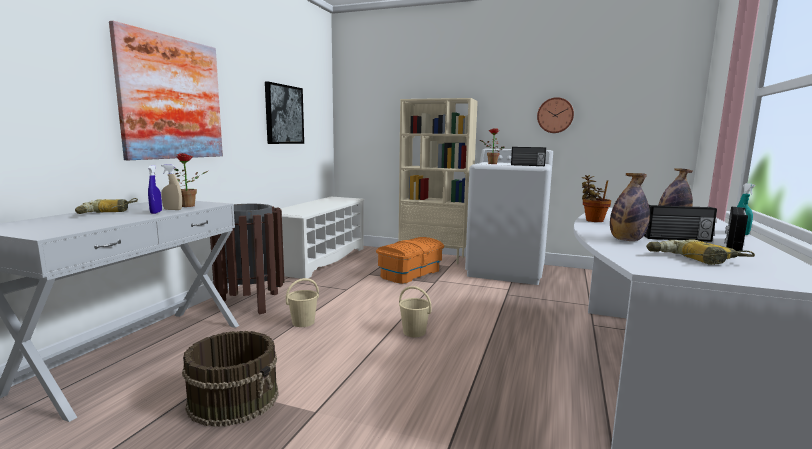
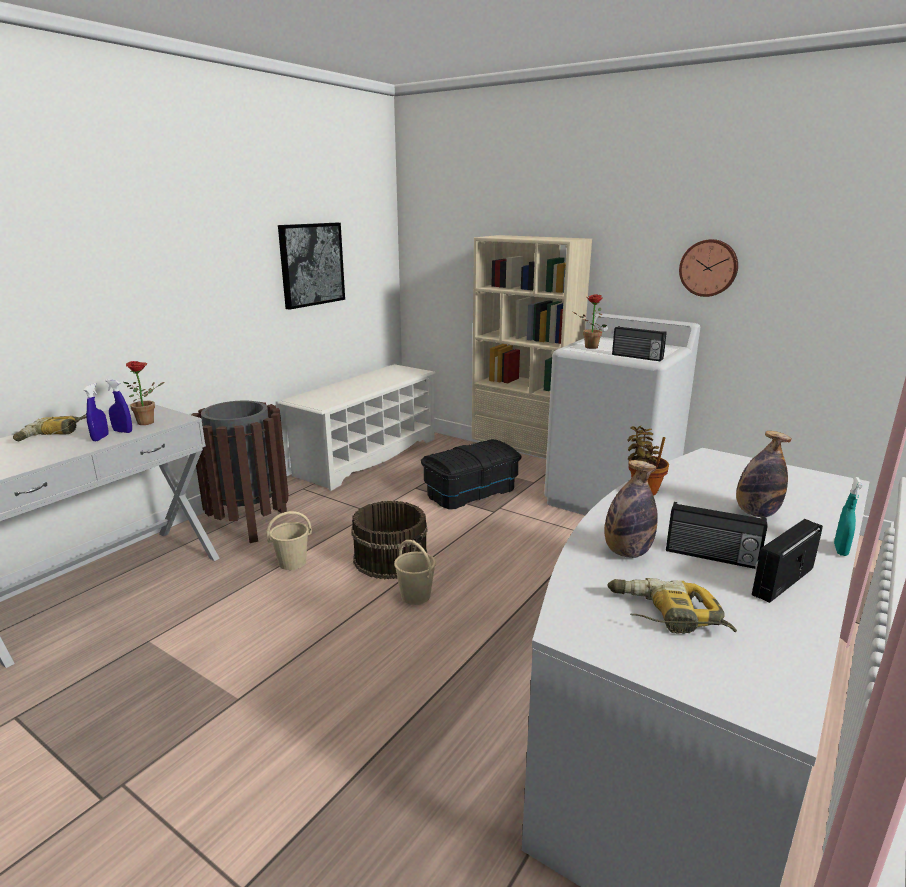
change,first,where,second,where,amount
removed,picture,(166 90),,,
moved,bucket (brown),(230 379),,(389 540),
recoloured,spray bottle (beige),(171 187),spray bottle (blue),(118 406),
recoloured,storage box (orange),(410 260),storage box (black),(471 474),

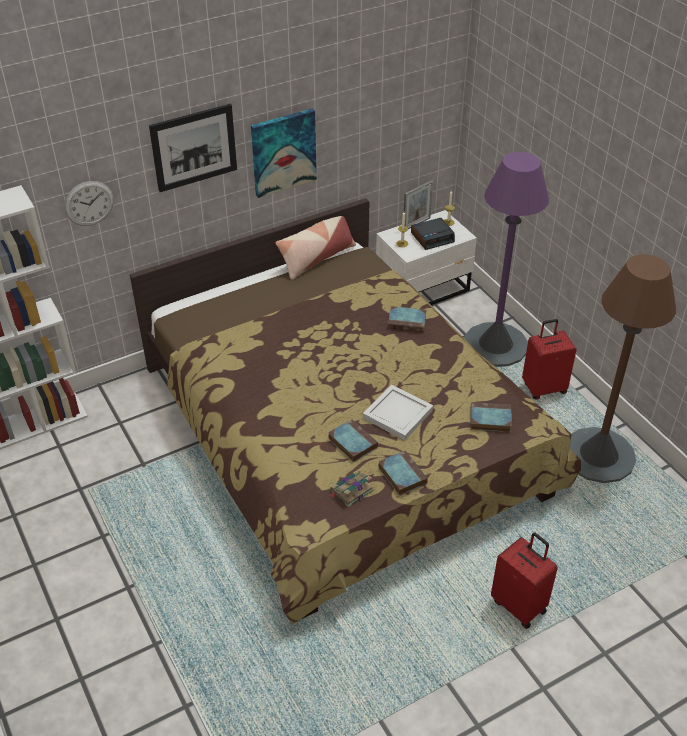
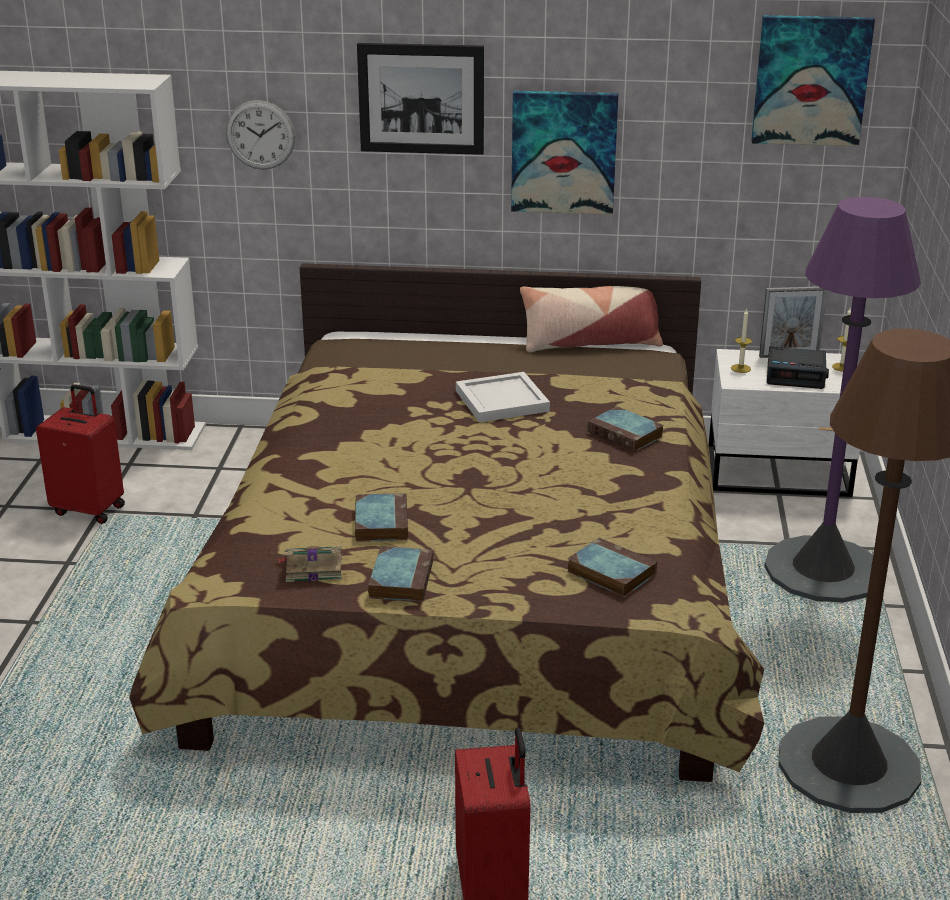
change,first,where,second,where,amount
added,,,picture,(813 80),
moved,tray (white),(398 412),,(503 397),
moved,suitcase (red),(549 359),,(80 454),

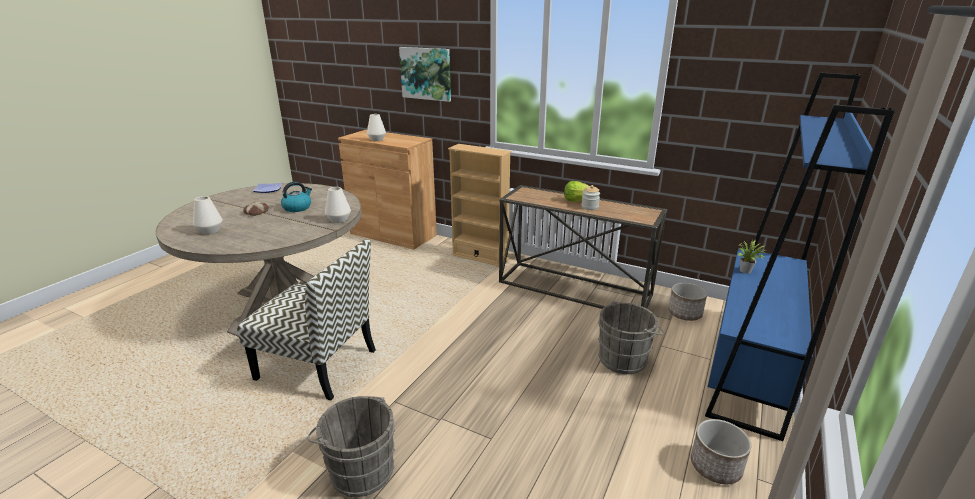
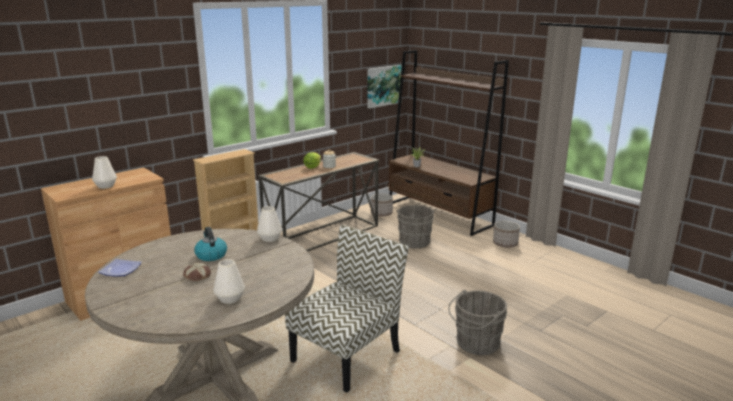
change,first,where,second,where,amount
moved,picture,(425 74),,(385 86),
recoloured,bookcase (blue),(800 256),bookcase (brown),(449 143),

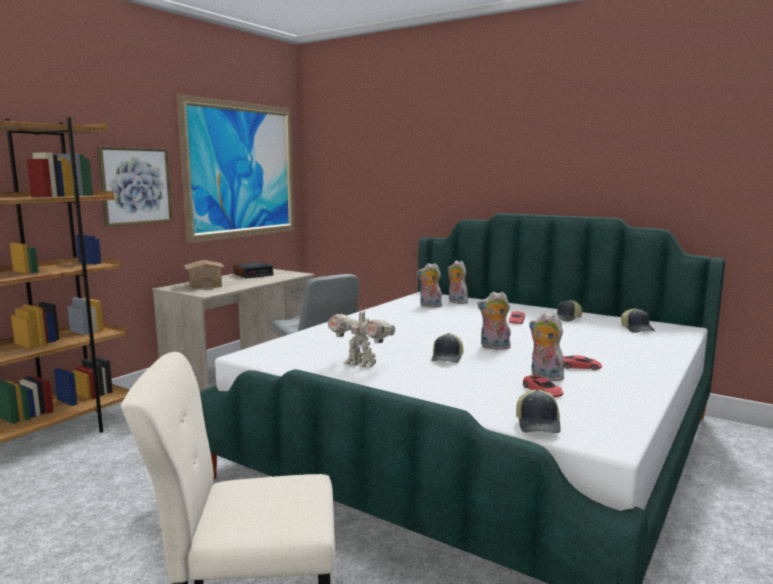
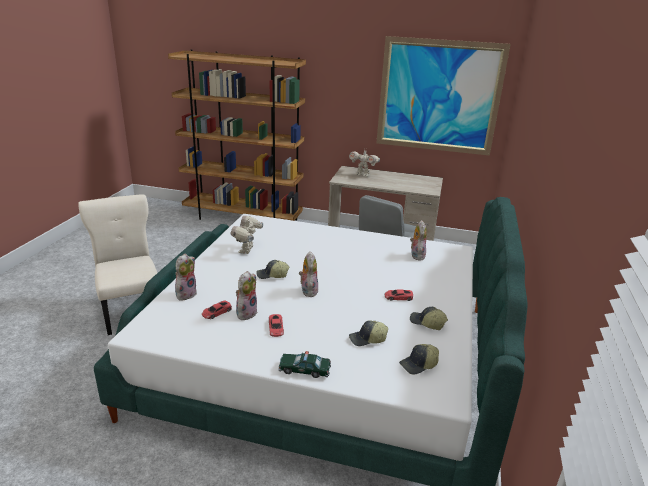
change,first,where,second,where,amount
removed,picture,(135 187),,,
removed,alarm clock,(253 270),,,
added,,,toy car,(304 364),
moved,plush toy,(457 282),,(186 277),
moved,cap,(538 411),,(368 333),
replaced,toy house,(204 275),toy robot,(364 164),

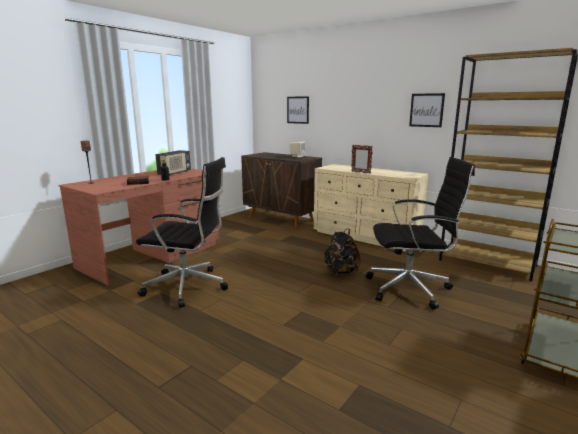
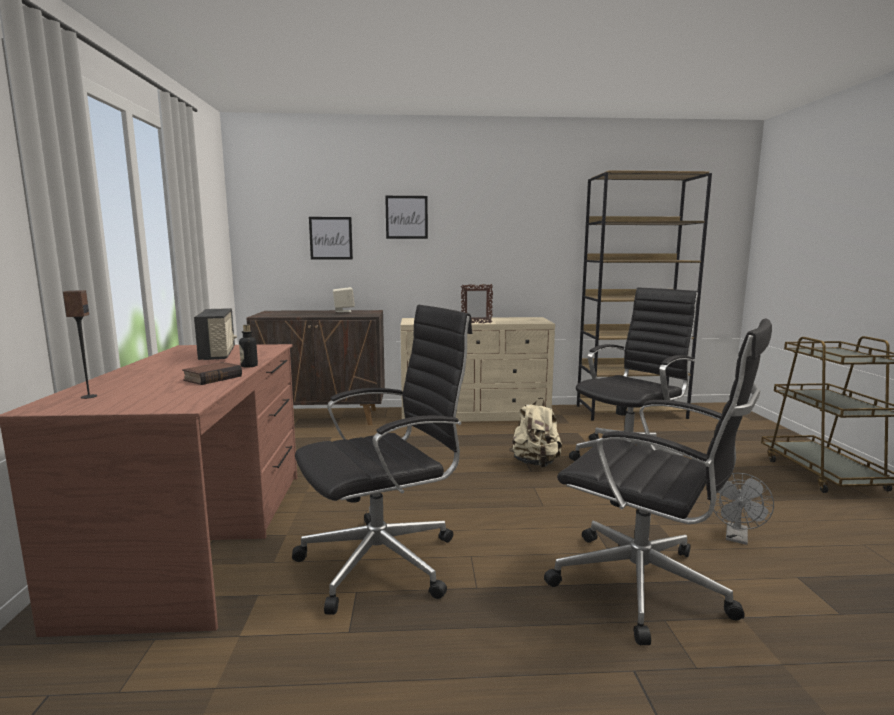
change,first,where,second,where,amount
added,,,office chair (black),(658 482),
added,,,fan (grey),(742 509),
moved,picture,(427 110),,(406 217),
recoloured,backpack (black),(342 252),backpack (beige),(535 432),

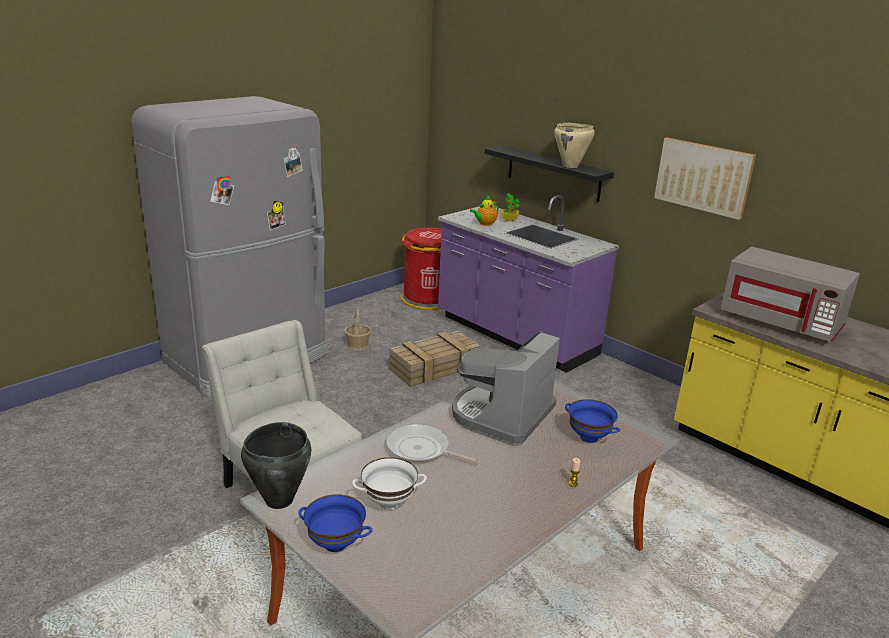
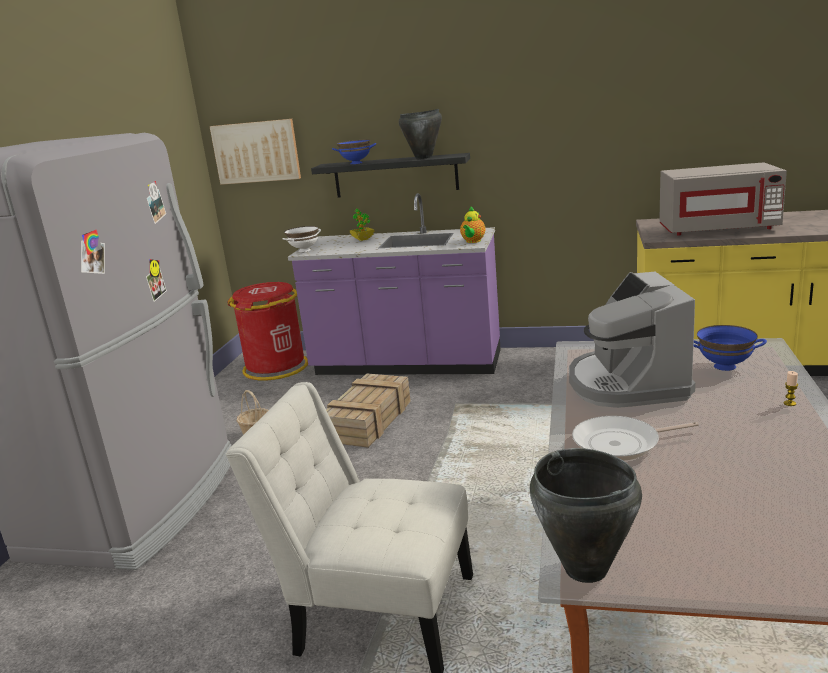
change,first,where,second,where,amount
moved,bowl (blue),(335 523),,(354 151),
moved,bowl (white),(389 483),,(302 239),
moved,teapot,(484 211),,(472 224),
moved,picture,(705 178),,(255 152),
recoloured,cooking pot (beige),(574 145),cooking pot (black),(420 134),

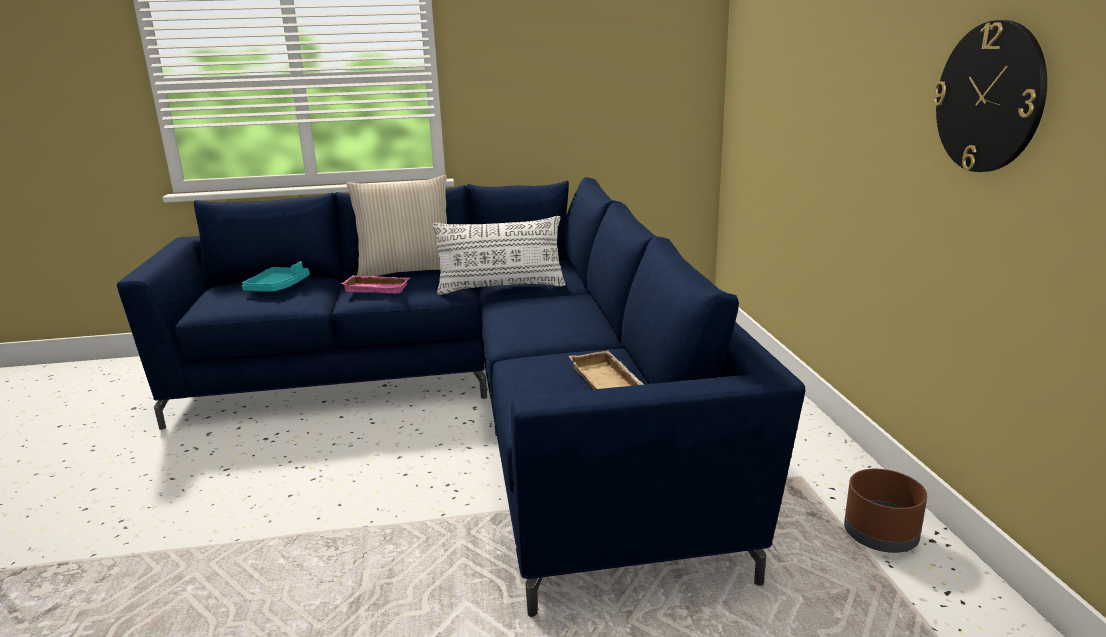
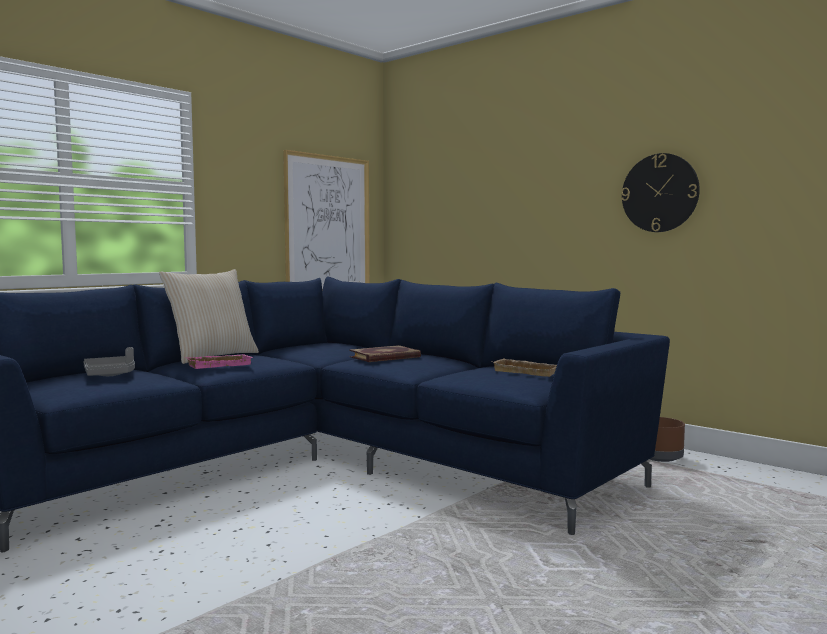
change,first,where,second,where,amount
removed,pillow (white),(499 255),,,
added,,,picture,(326 220),
added,,,book,(385 353),
recoloured,tray (turquoise),(276 276),tray (grey),(109 361),

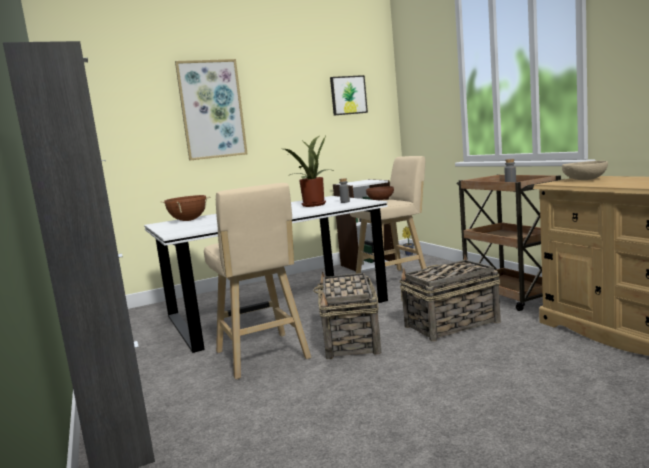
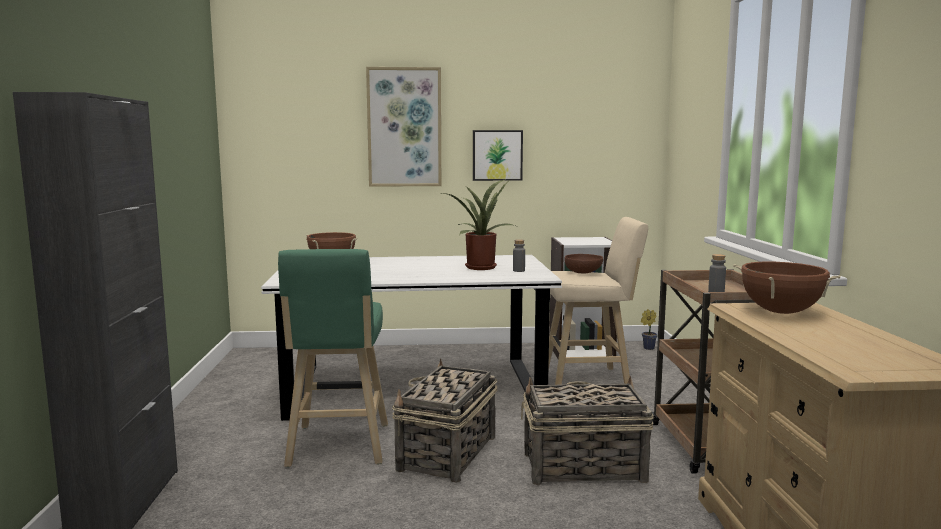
change,first,where,second,where,amount
moved,picture,(349 95),,(498 155),
replaced,bowl (beige),(585 170),cooking pot (brown),(787 288),
recoloured,stool (beige),(257 281),stool (green),(333 358),

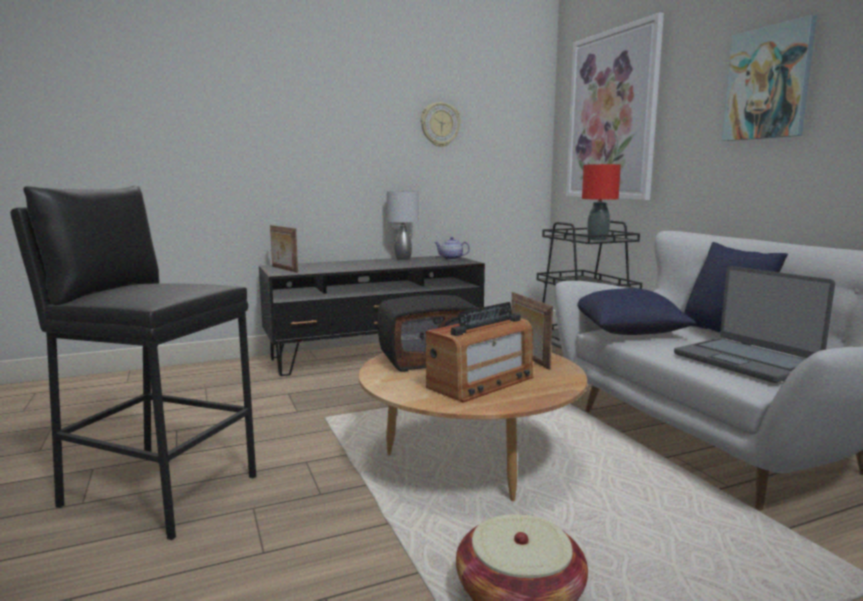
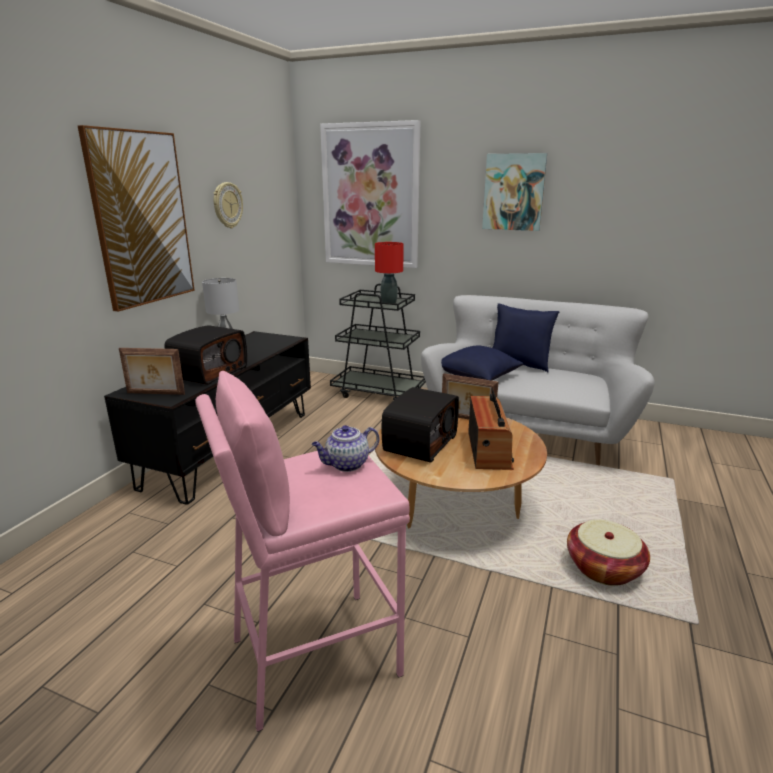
change,first,where,second,where,amount
removed,laptop,(754 324),,,
added,,,picture,(136 218),
added,,,radio,(206 355),
moved,teapot,(452 248),,(346 448),
recoloured,stool (black),(133 362),stool (pink),(302 551),

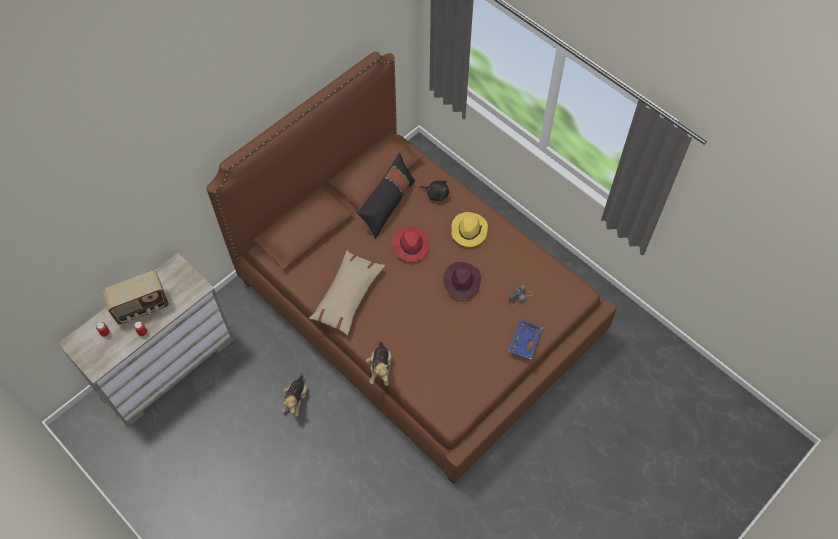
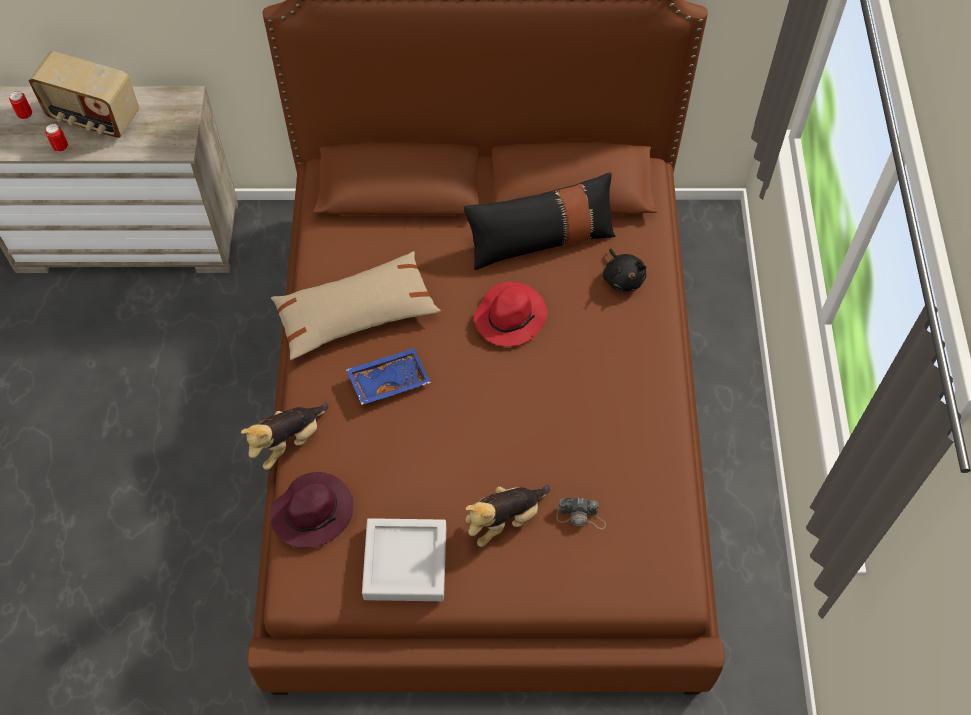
change,first,where,second,where,amount
removed,hat (yellow),(469 229),,,
added,,,tray (grey),(404 559),
moved,plush toy,(294 395),,(507 516),
moved,hat (purple),(462 280),,(312 510),
moved,tray (blue),(525 339),,(388 376),

